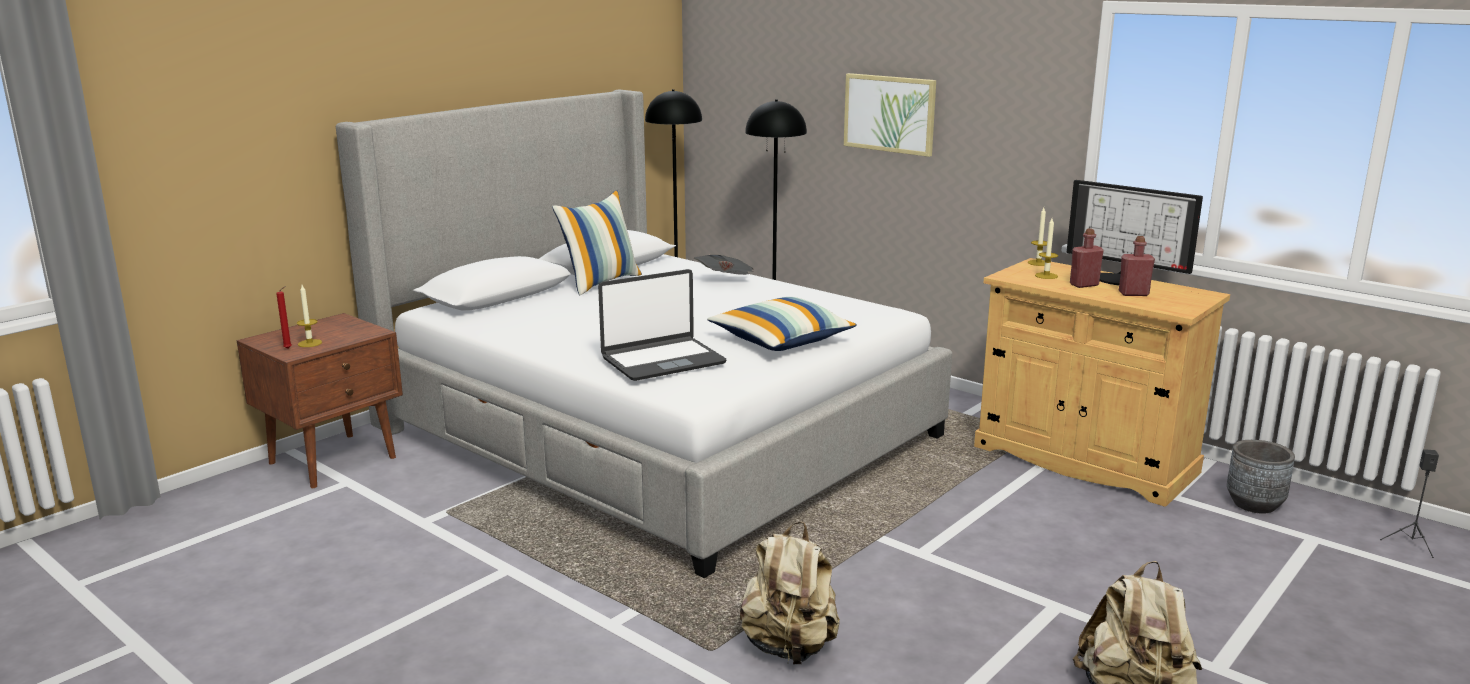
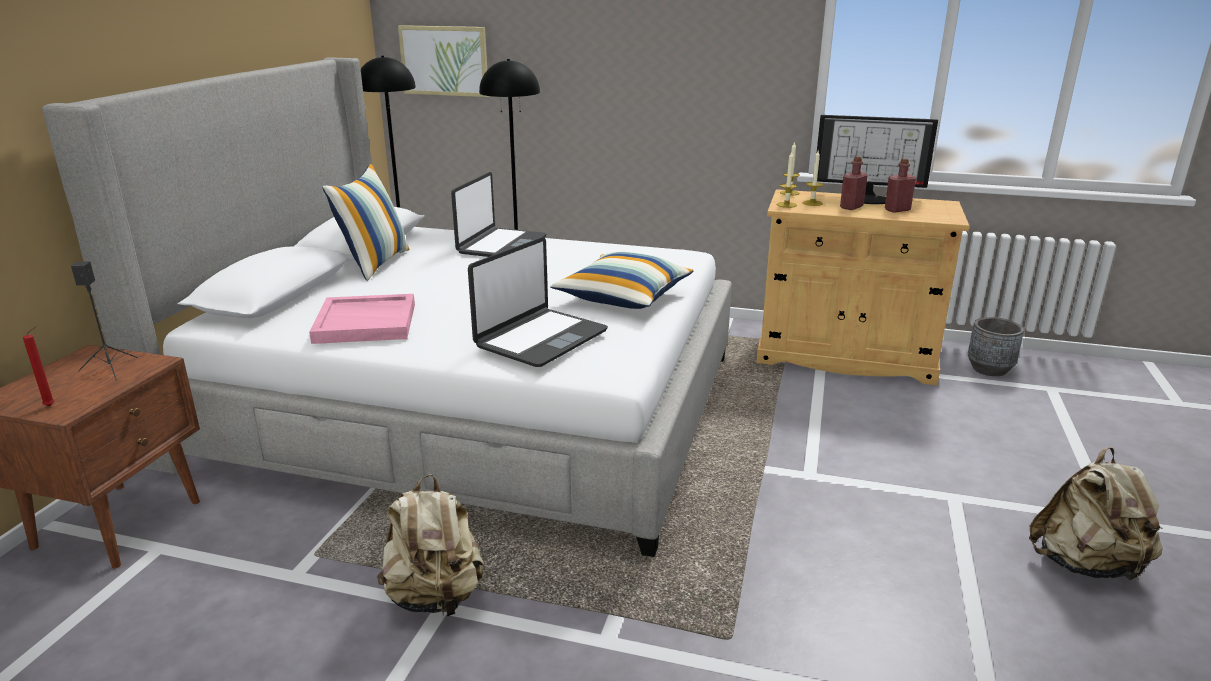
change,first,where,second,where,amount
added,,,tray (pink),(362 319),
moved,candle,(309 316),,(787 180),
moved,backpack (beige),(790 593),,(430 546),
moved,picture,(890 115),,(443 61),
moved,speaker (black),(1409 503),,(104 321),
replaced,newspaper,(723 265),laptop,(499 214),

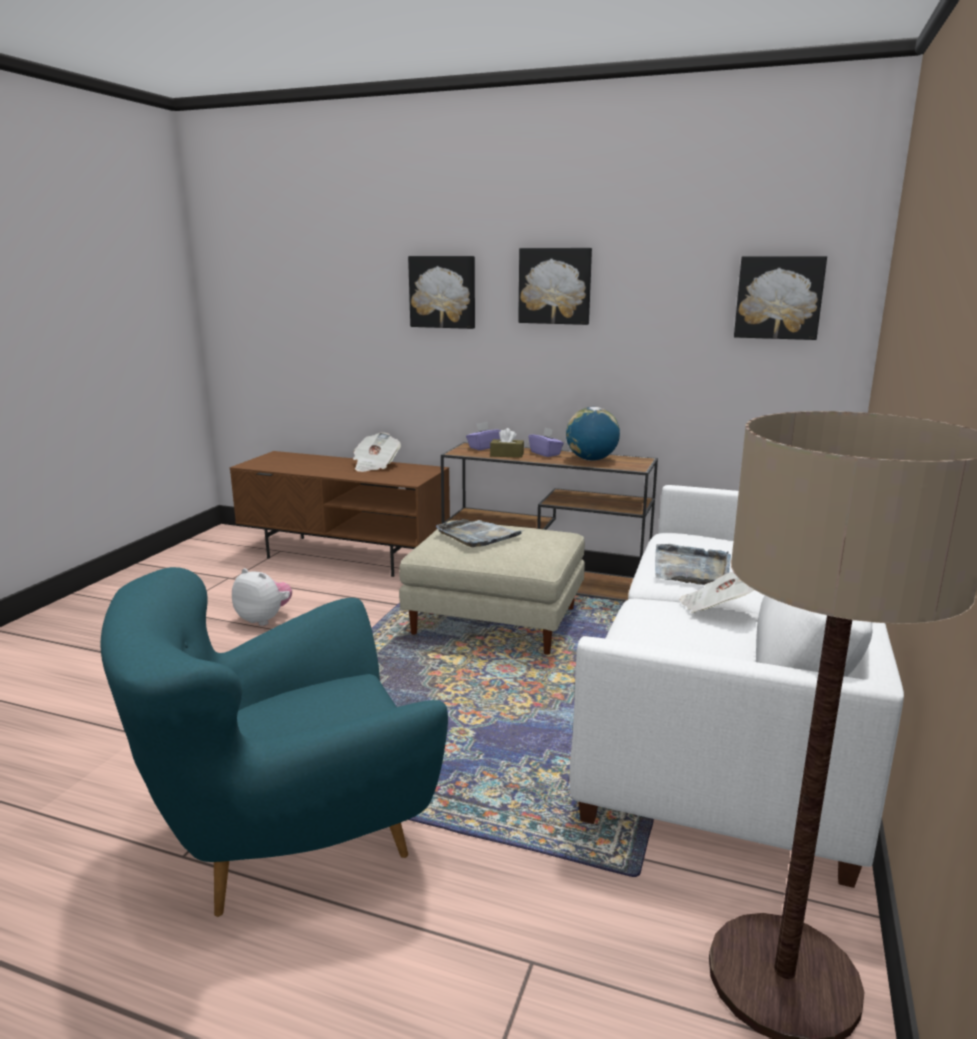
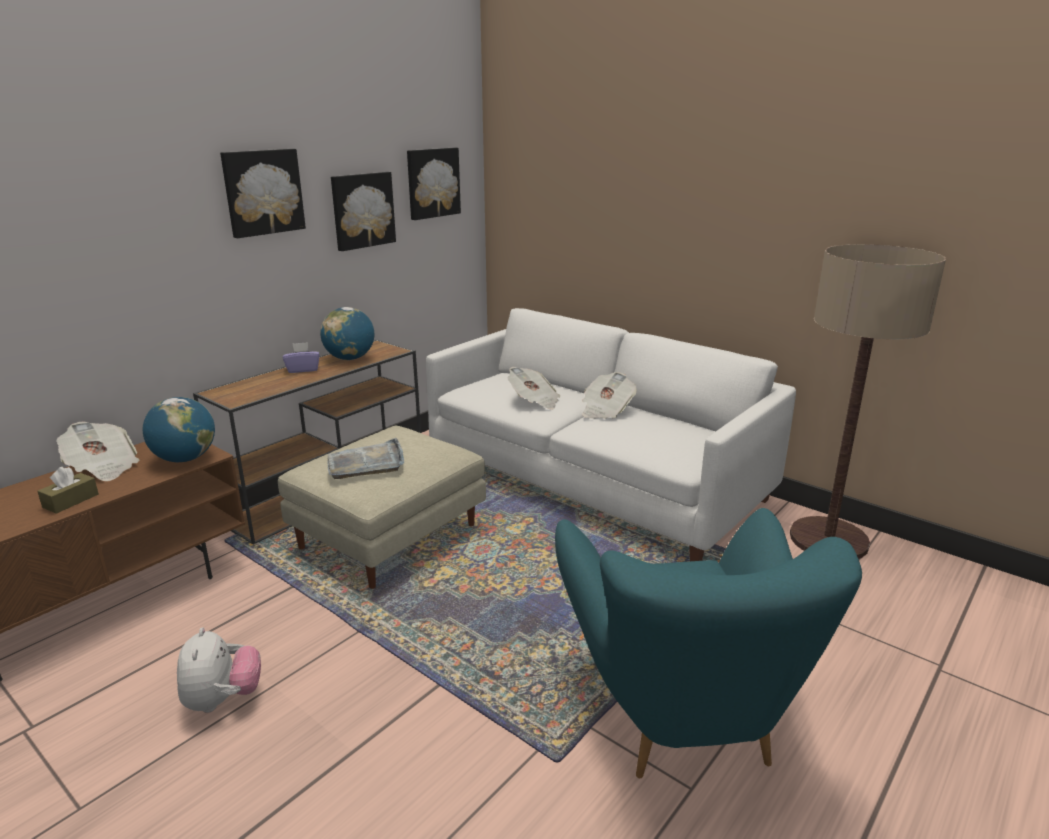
change,first,where,second,where,amount
removed,tissue box (purple),(483 436),,,
added,,,globe,(179 429),
moved,picture,(441 292),,(363 211),
moved,tissue box (brown),(507 443),,(68 490),
replaced,tray (grey),(693 564),newspaper,(534 388),
turned,plush toy,(262 597),,(219 670),120 degrees clockwise

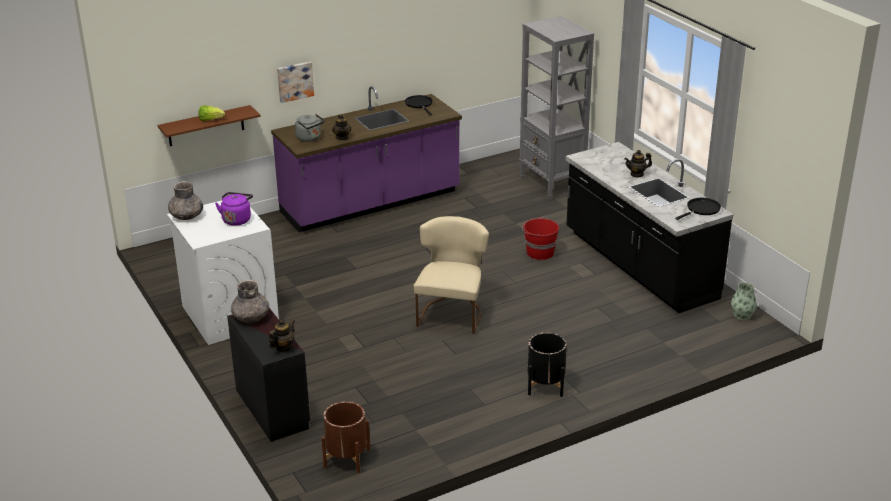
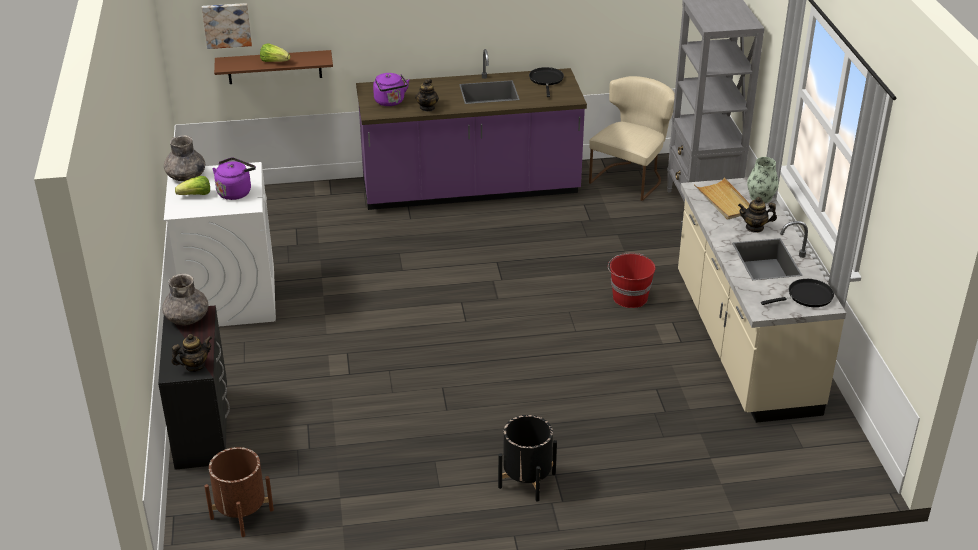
change,first,where,second,where,amount
added,,,lettuce,(192 185),
added,,,tray (beige),(722 198),
moved,picture,(295 82),,(227 26),
moved,chair (beige),(451 275),,(632 138),
moved,vase,(744 301),,(763 180),
recoloured,kettle (grey),(310 128),kettle (purple),(391 89),
recoloured,counter (black),(650 227),counter (beige),(762 300),

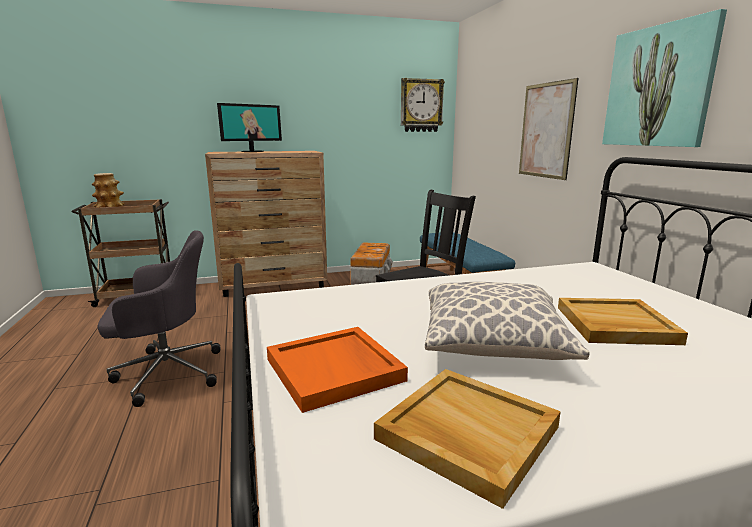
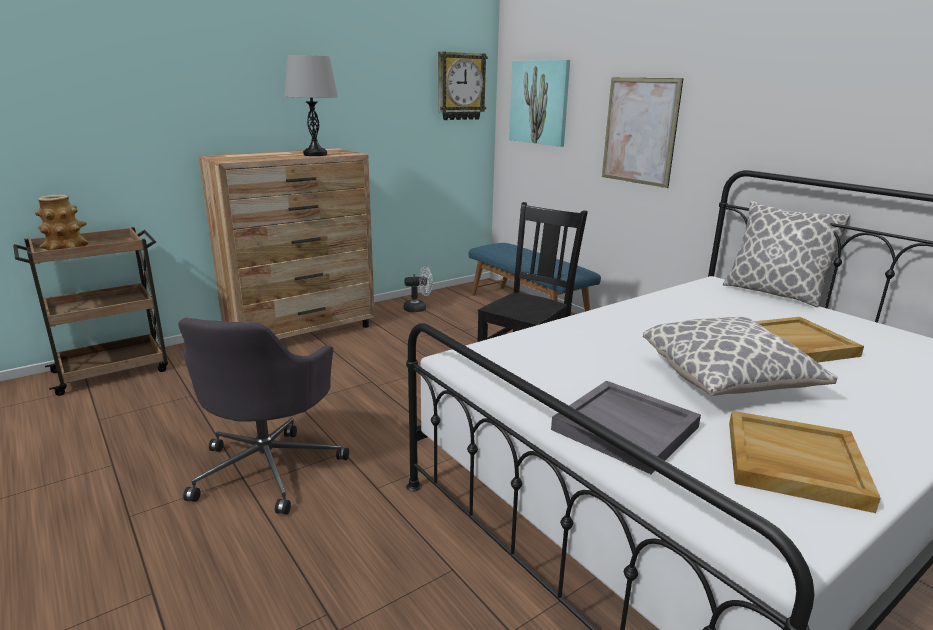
change,first,where,second,where,amount
removed,monitor,(249 127),,,
added,,,table lamp (grey),(311 105),
added,,,pillow,(787 254),
moved,picture,(664 78),,(539 103),
replaced,storage box,(371 263),fan (white),(418 289),
recoloured,tray (orange),(337 370),tray (grey),(626 427),
turned,office chair (grey),(159 318),,(263 416),135 degrees clockwise

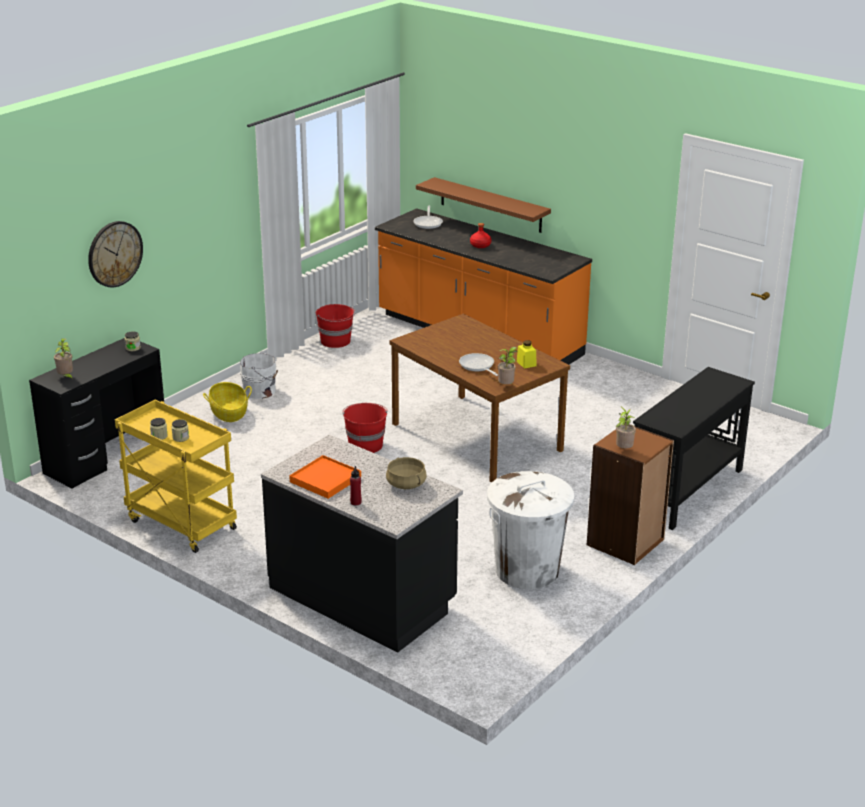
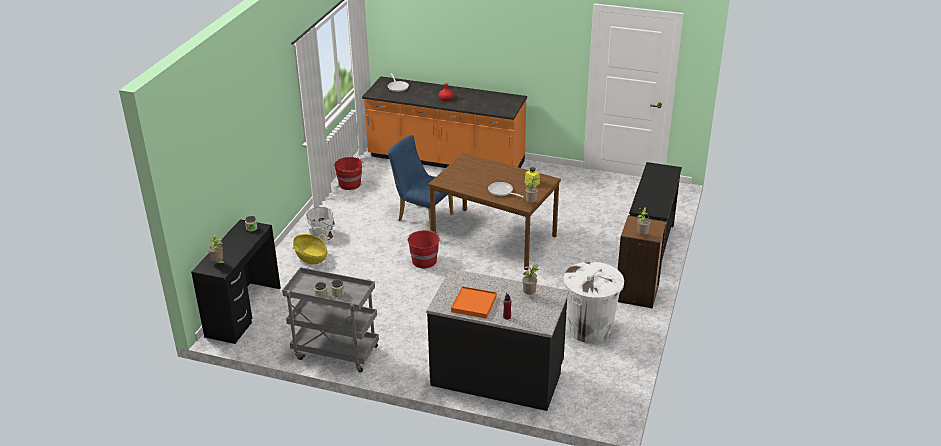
change,first,where,second,where,amount
removed,wall clock,(115 254),,,
removed,shelf (brown),(483 205),,,
added,,,chair (blue),(421 183),
replaced,cooking pot (beige),(406 473),potted plant,(530 280),
recoloured,cart (yellow),(176 476),cart (grey),(330 320),

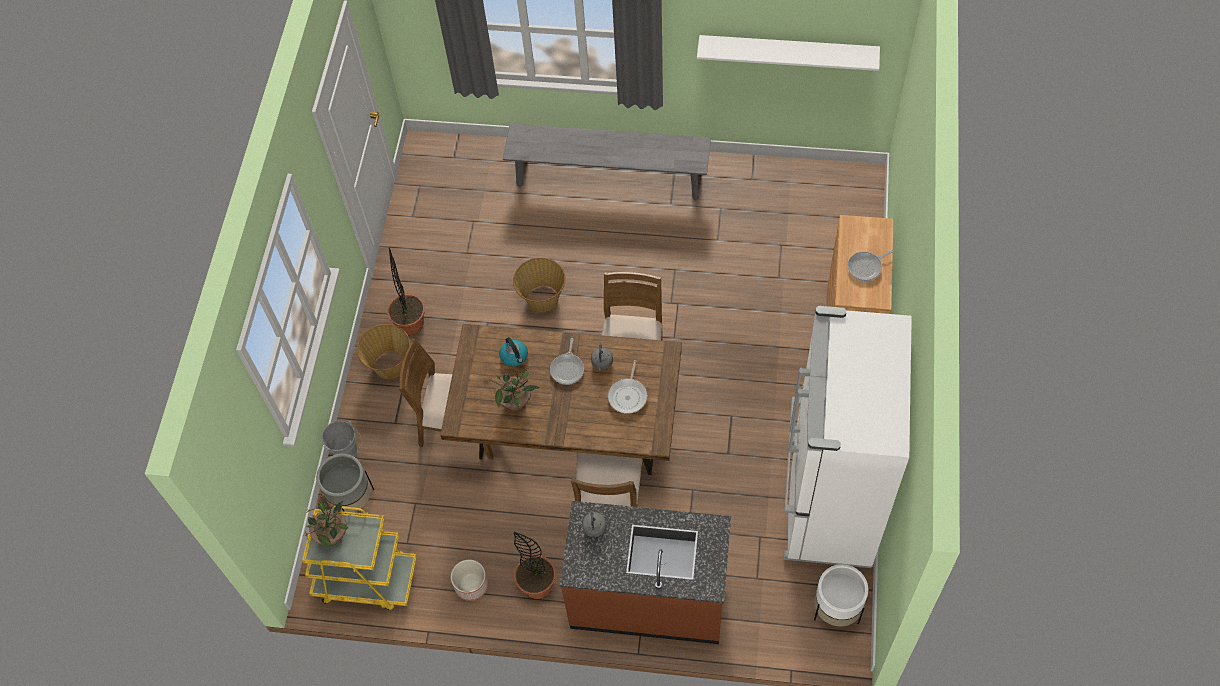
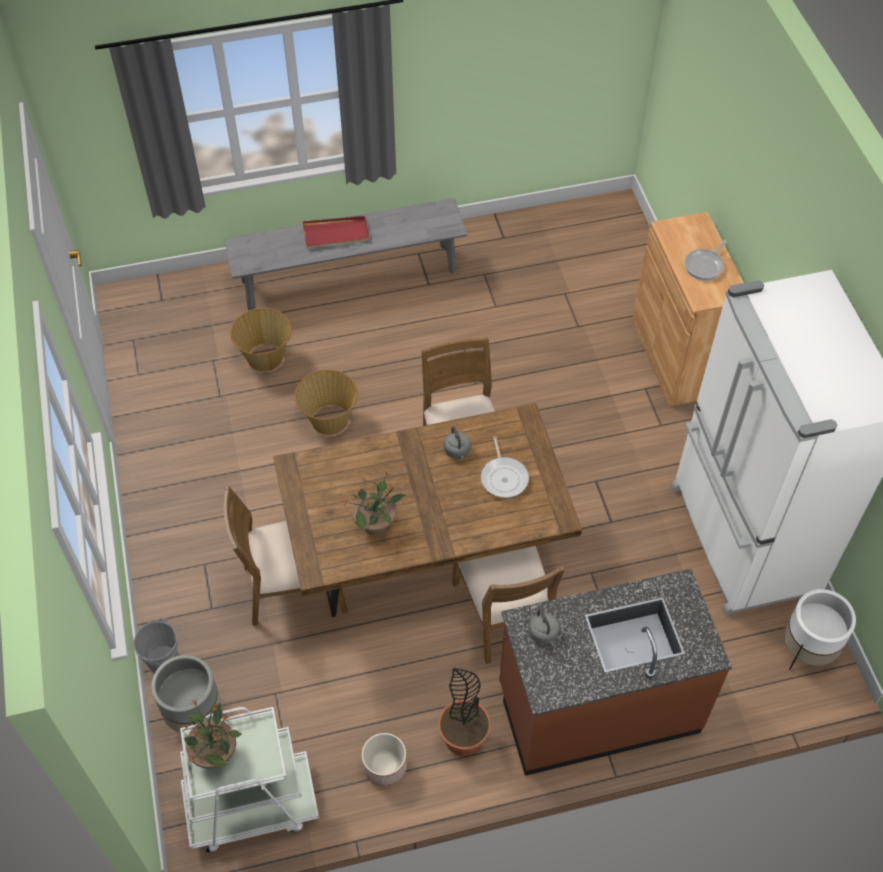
change,first,where,second,where,amount
removed,potted plant,(406 291),,,
removed,kettle,(513 352),,,
removed,frying pan,(567 361),,,
removed,shelf (white),(788 53),,,
added,,,tray (red),(336 232),
moved,basket,(383 351),,(261 340),
recoloured,cart (yellow),(359 558),cart (white),(249 780),

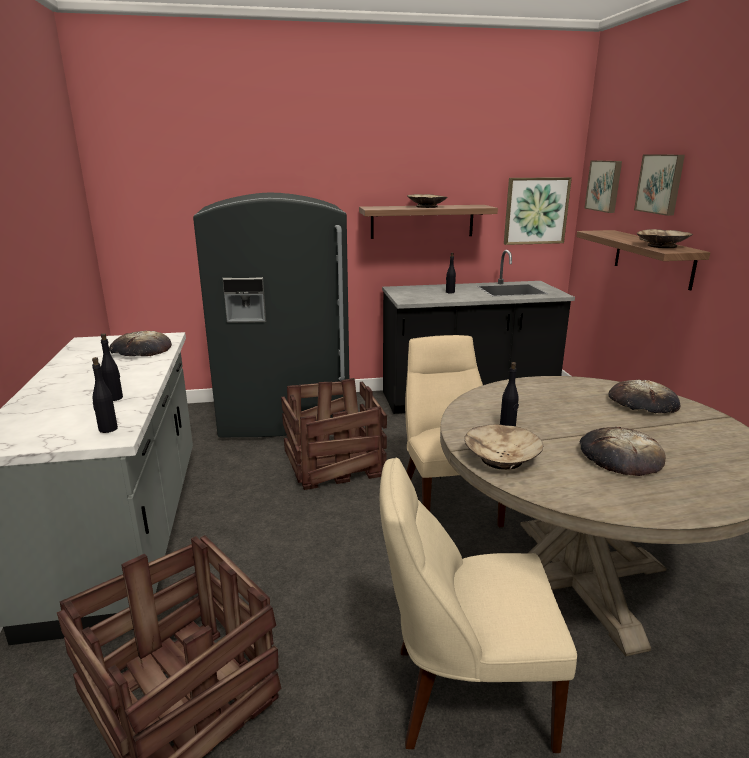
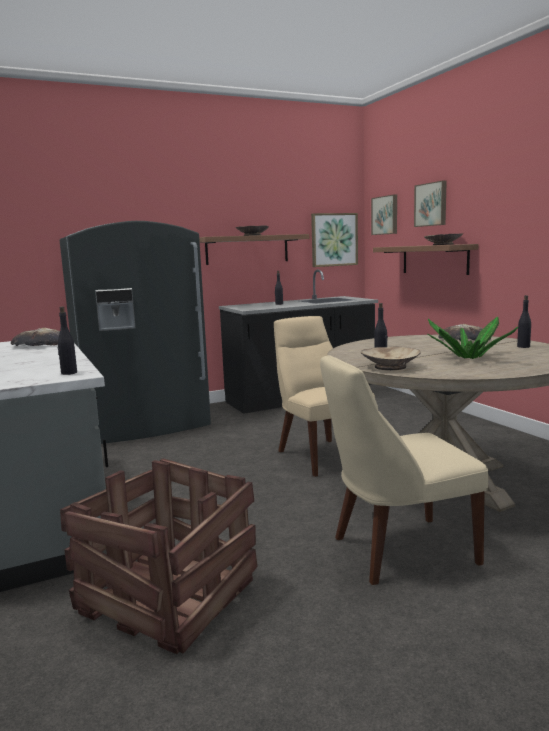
change,first,where,second,where,amount
removed,crate,(334 434),,,
moved,bottle (black),(112 367),,(524 321),
replaced,bread,(623 451),potted plant,(473 337),

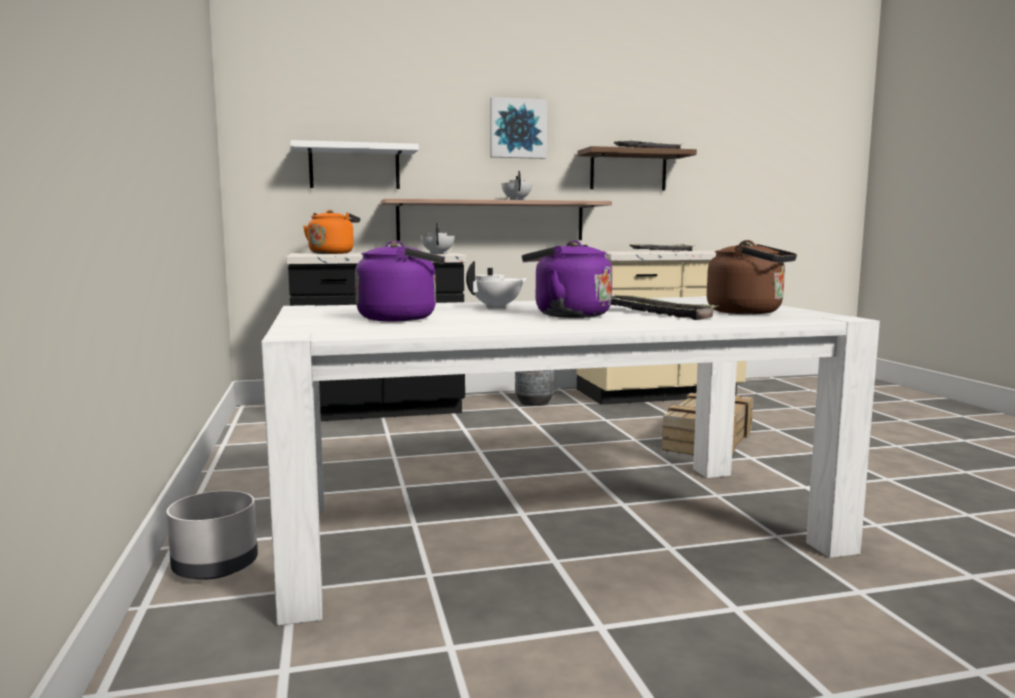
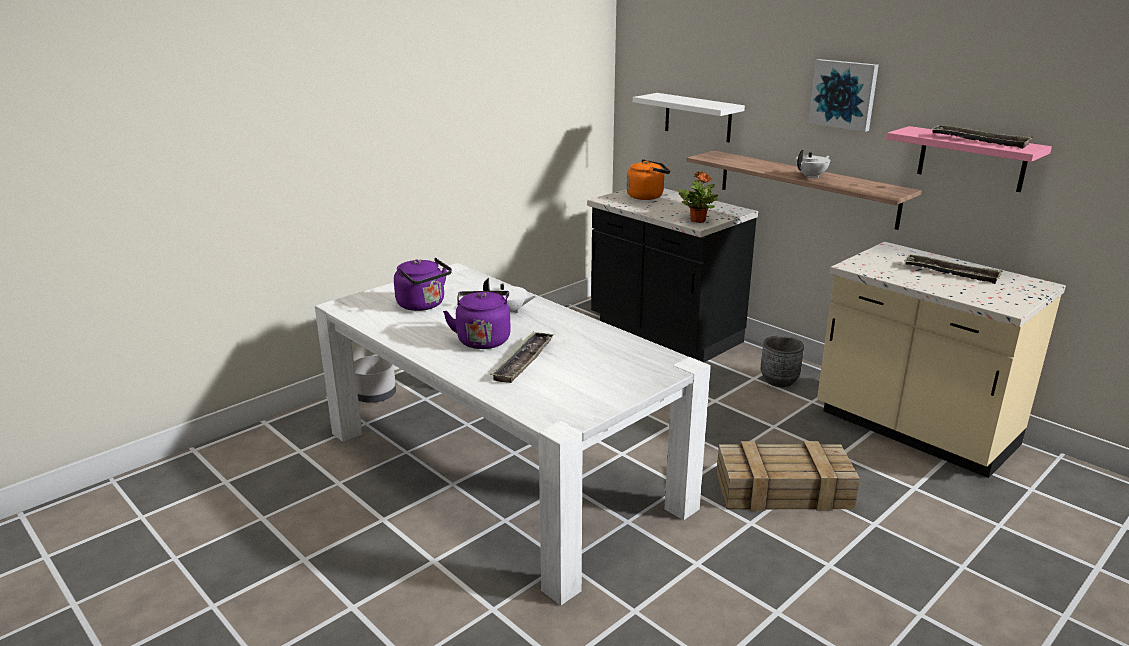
change,first,where,second,where,amount
removed,kettle (brown),(752 277),,,
replaced,teapot (white),(437 238),potted plant,(698 197),
recoloured,shelf (brown),(637 168),shelf (pink),(969 159),

